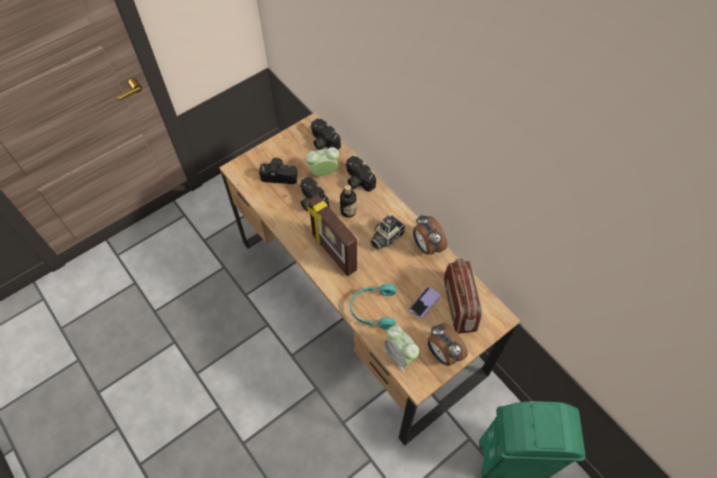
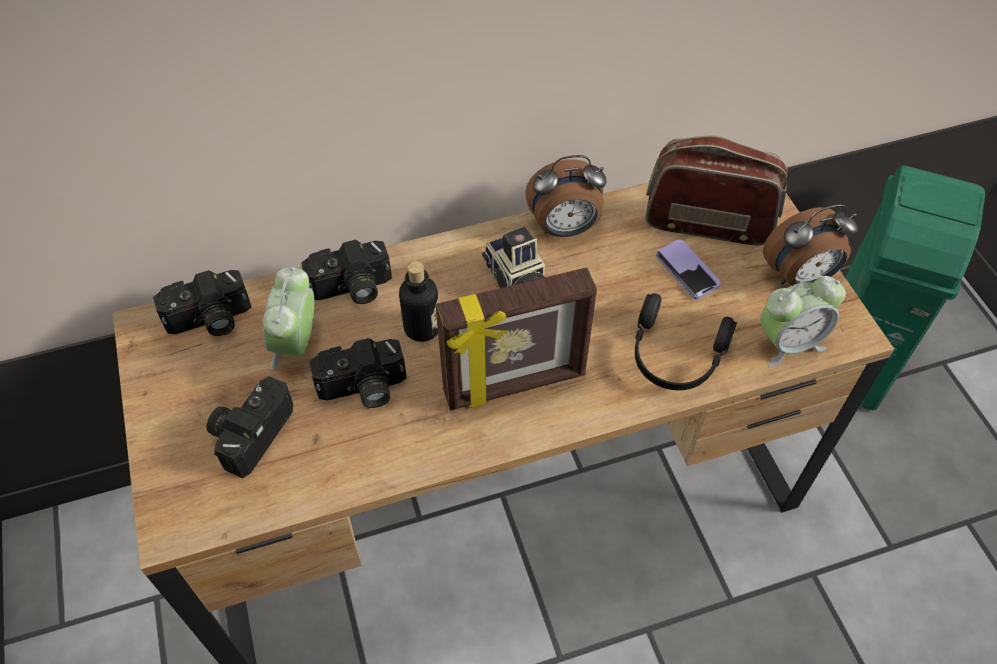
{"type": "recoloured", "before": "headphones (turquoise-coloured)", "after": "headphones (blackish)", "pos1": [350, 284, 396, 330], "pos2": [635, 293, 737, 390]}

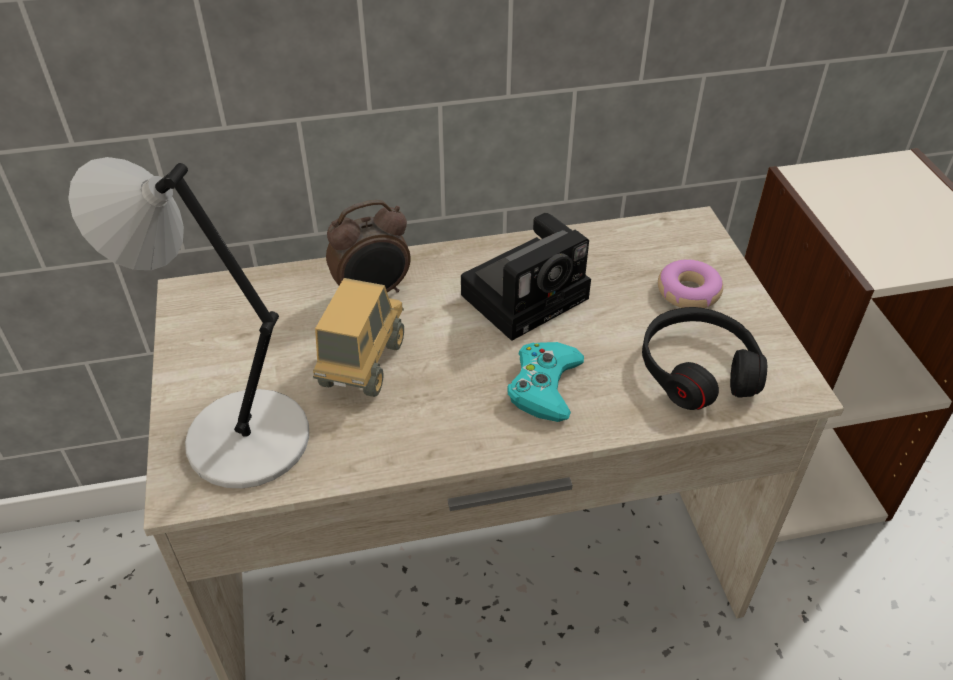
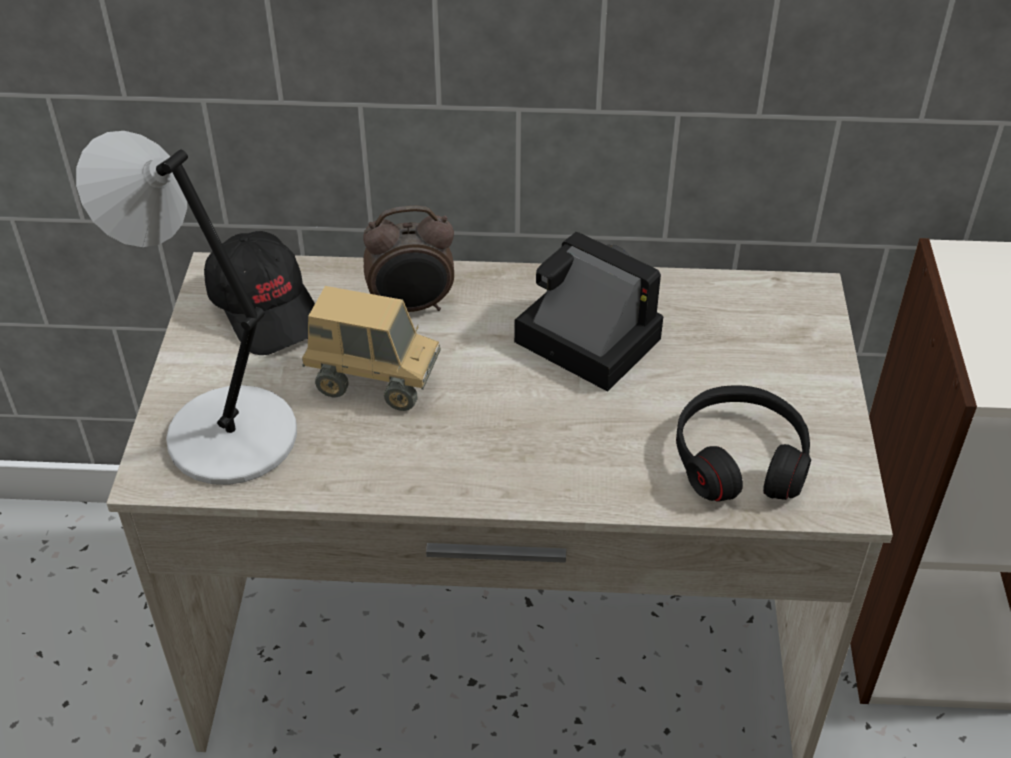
{"type": "added", "after": "cap (blackish)", "pos2": [204, 231, 315, 355]}
{"type": "turned", "before": "model truck", "pos1": [313, 278, 404, 397], "pos2": [302, 286, 441, 411], "turn": 75}
{"type": "turned", "before": "still camera", "pos1": [461, 213, 591, 341], "pos2": [514, 231, 663, 392], "turn": -120}
{"type": "removed", "before": "joypad (turquoise-coloured)", "pos1": [507, 342, 584, 422]}
{"type": "removed", "before": "ring doughnut", "pos1": [658, 259, 723, 308]}

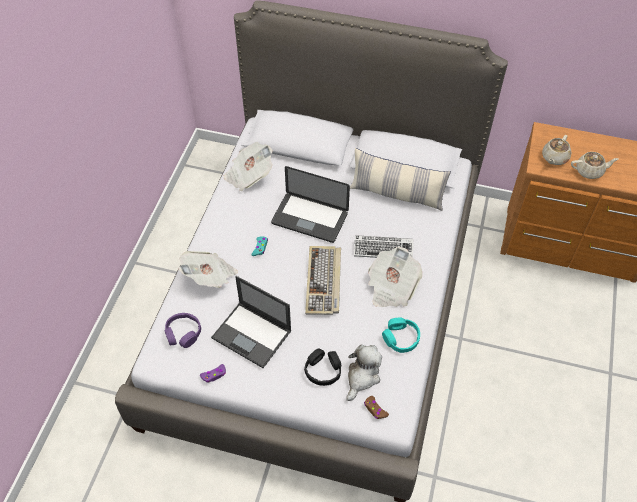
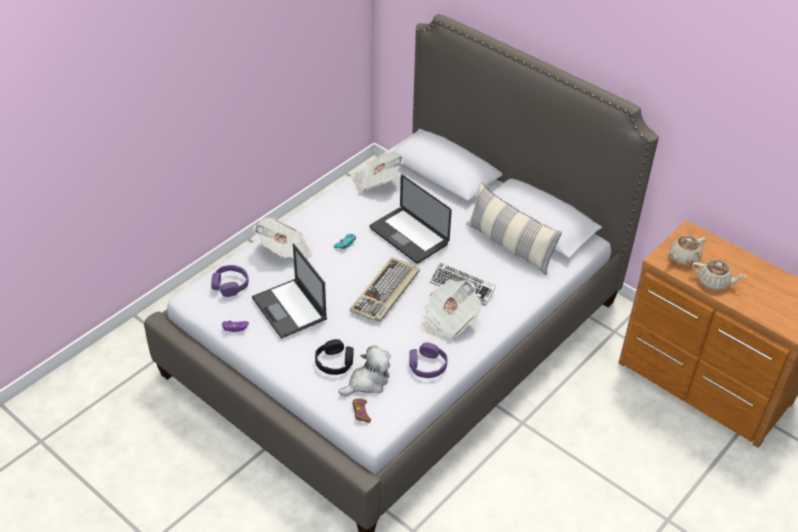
{"type": "recoloured", "before": "headphones (turquoise-coloured)", "after": "headphones (purple)", "pos1": [382, 318, 420, 353], "pos2": [409, 342, 447, 378]}

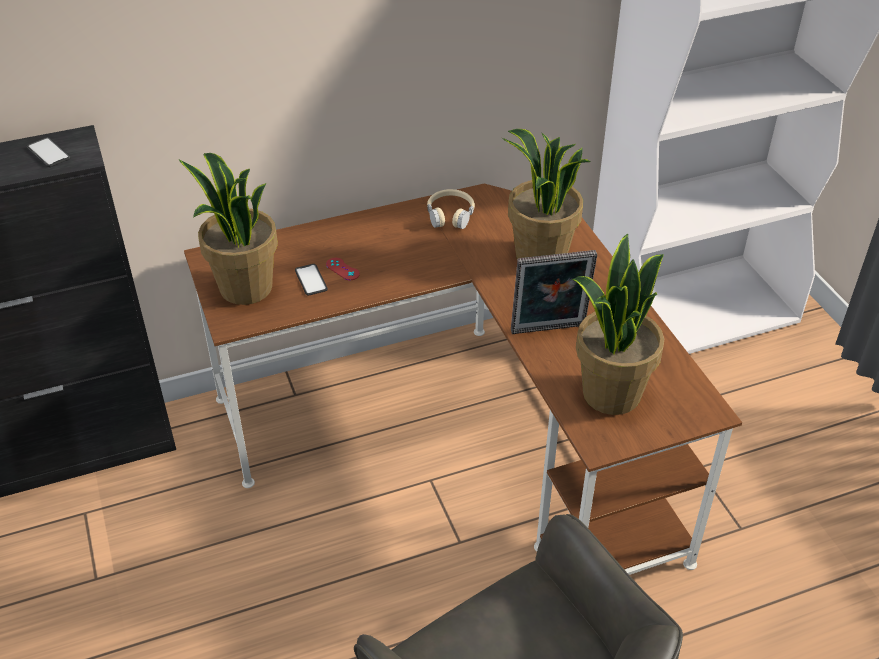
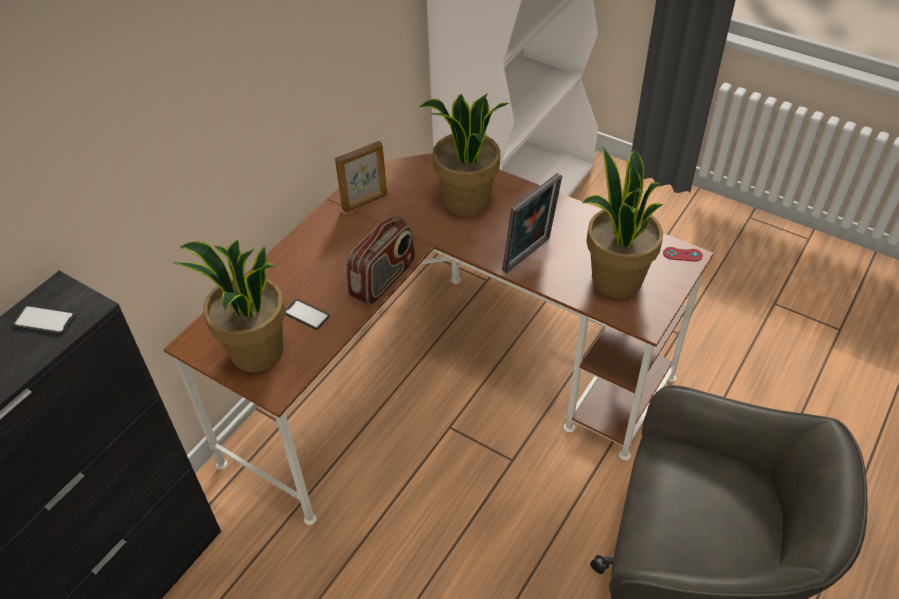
{"type": "replaced", "before": "headphones (sand-coloured)", "after": "picture frame", "pos1": [427, 189, 475, 229], "pos2": [335, 141, 387, 212]}
{"type": "added", "after": "radio set", "pos2": [346, 216, 416, 306]}
{"type": "moved", "before": "joypad (red-coloured)", "pos1": [326, 258, 360, 280], "pos2": [663, 247, 703, 262]}

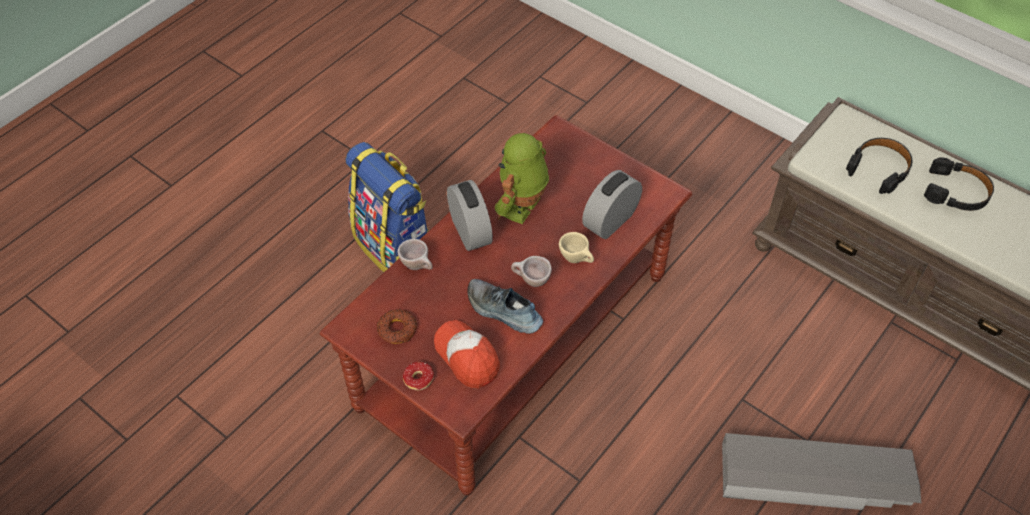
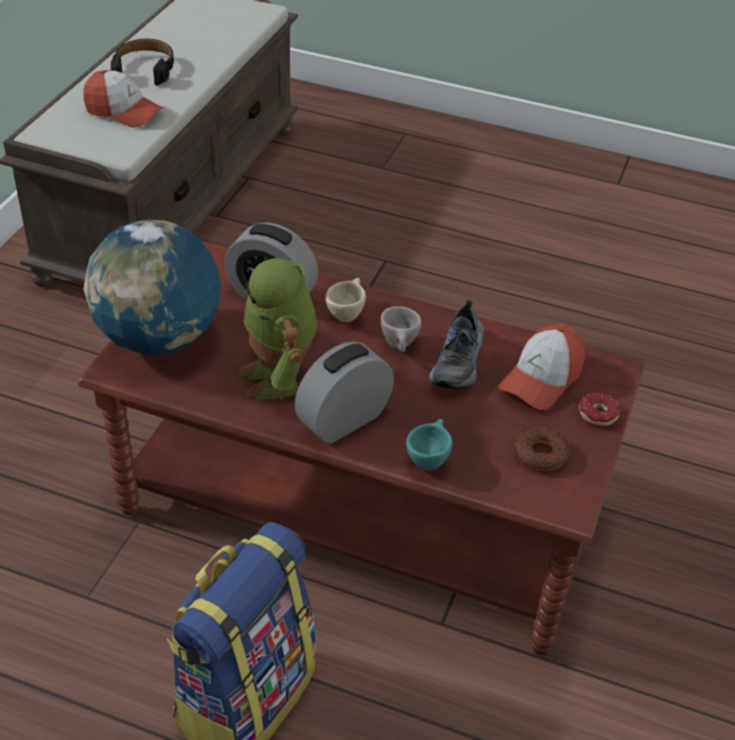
{"type": "replaced", "before": "headphones (blackish)", "after": "cap", "pos1": [846, 138, 912, 194], "pos2": [83, 70, 163, 127]}
{"type": "added", "after": "desk globe", "pos2": [83, 220, 221, 355]}
{"type": "turned", "before": "model robot", "pos1": [494, 133, 549, 224], "pos2": [238, 258, 317, 400], "turn": 60}
{"type": "recoloured", "before": "drinking cup (sand-coloured)", "after": "drinking cup (turquoise-coloured)", "pos1": [397, 239, 433, 270], "pos2": [406, 419, 452, 471]}
{"type": "removed", "before": "storage container (greyish)", "pos1": [722, 433, 921, 510]}

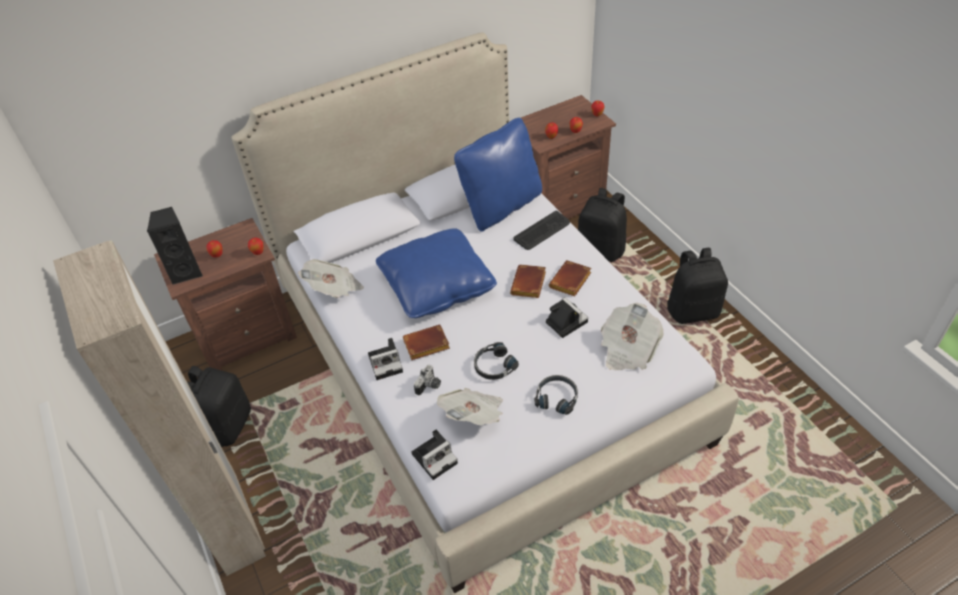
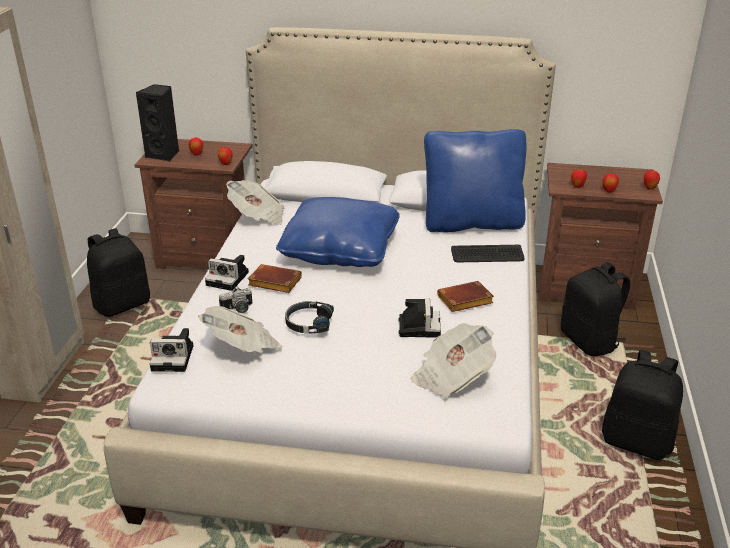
{"type": "removed", "before": "book (brown)", "pos1": [510, 265, 546, 298]}
{"type": "removed", "before": "headphones (blackish)", "pos1": [534, 375, 578, 415]}

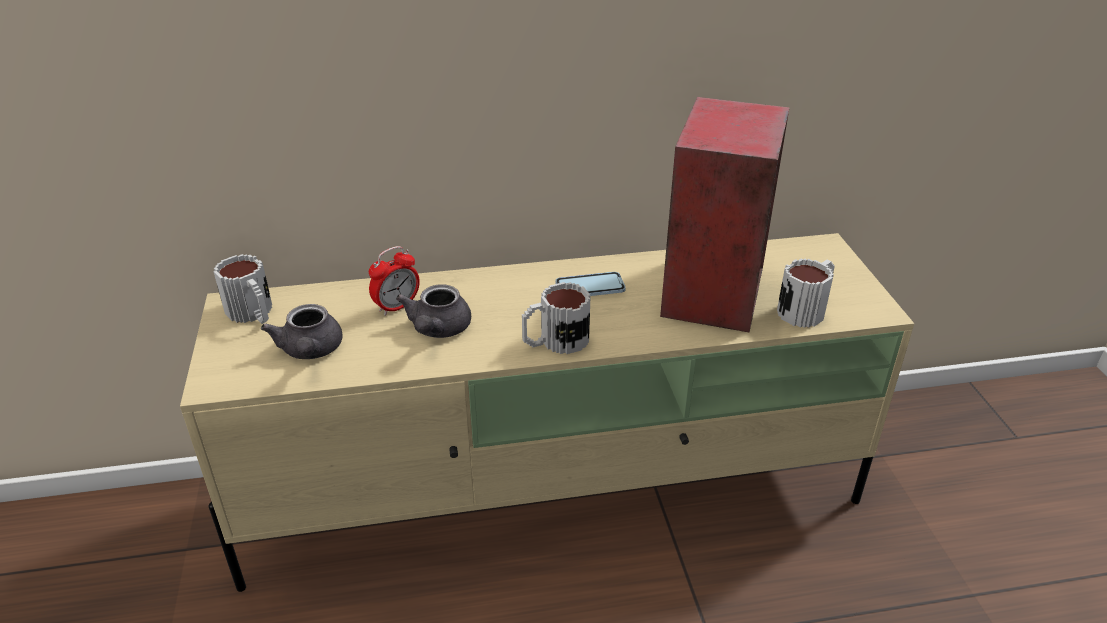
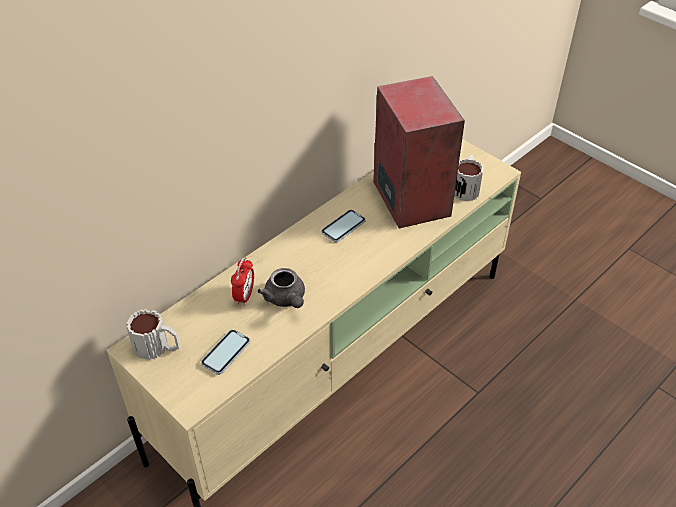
{"type": "replaced", "before": "teapot (greyish)", "after": "phone", "pos1": [261, 304, 342, 359], "pos2": [201, 330, 250, 375]}
{"type": "removed", "before": "mug", "pos1": [522, 282, 591, 354]}

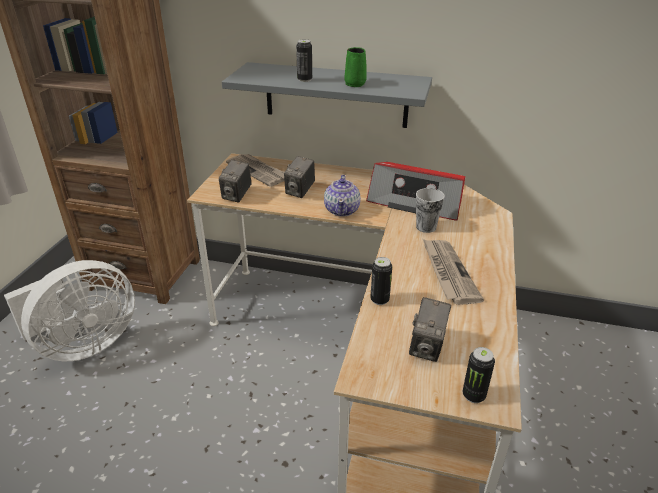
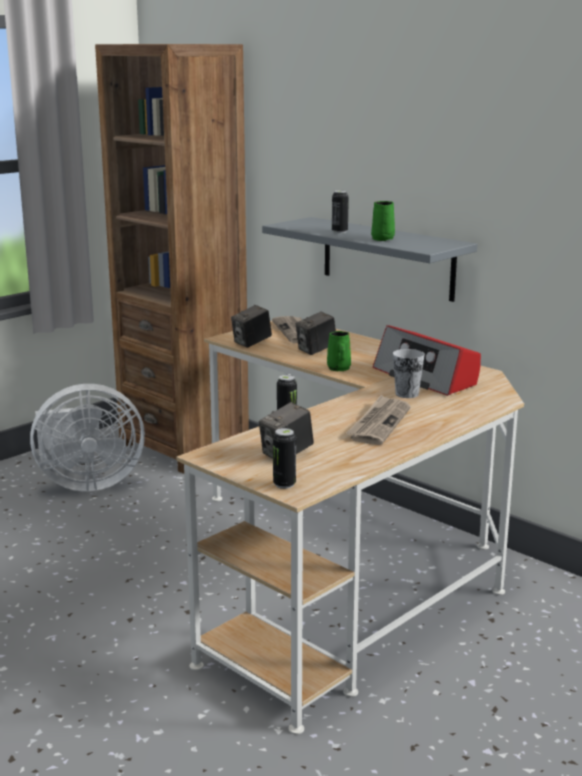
{"type": "replaced", "before": "teapot", "after": "mug (green-coloured)", "pos1": [324, 175, 361, 217], "pos2": [327, 331, 351, 371]}

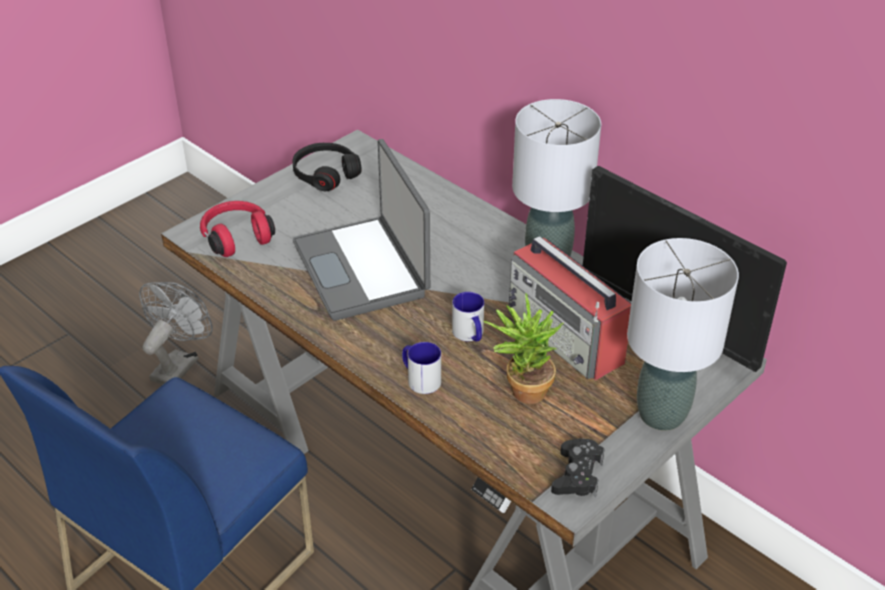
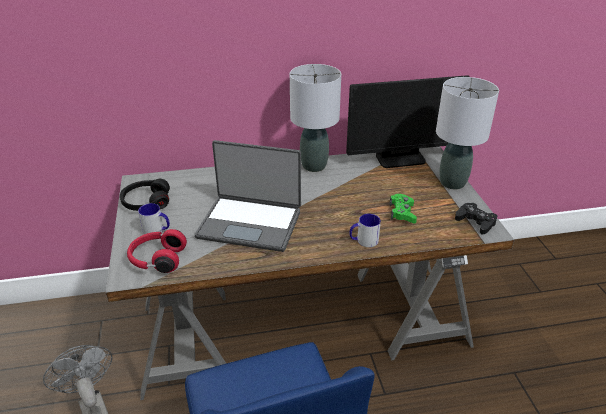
{"type": "moved", "before": "mug", "pos1": [452, 292, 484, 341], "pos2": [138, 203, 170, 234]}
{"type": "replaced", "before": "houseplant", "after": "joypad (green-coloured)", "pos1": [483, 293, 565, 404], "pos2": [390, 194, 417, 223]}
{"type": "removed", "before": "radio set", "pos1": [508, 236, 631, 381]}

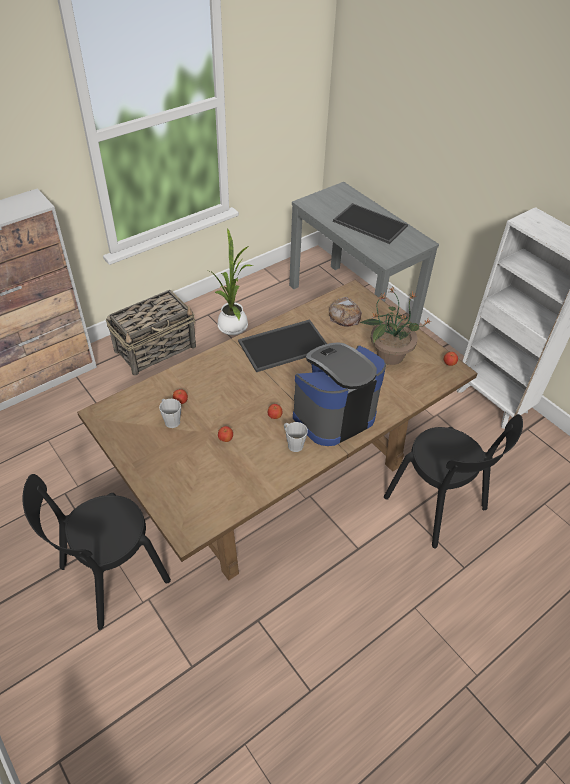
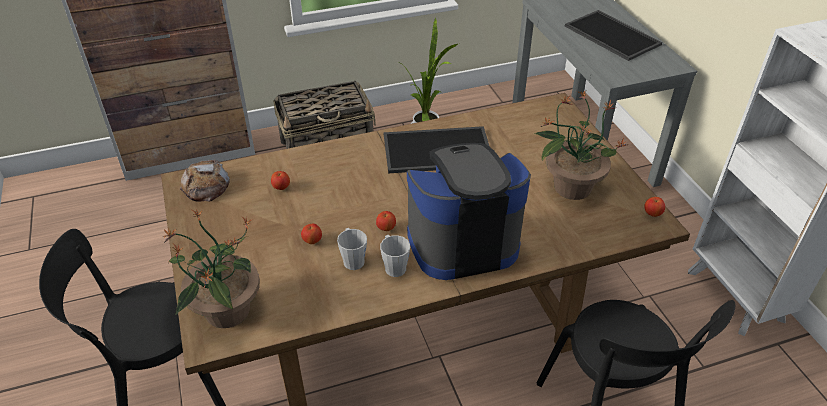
{"type": "added", "after": "houseplant", "pos2": [164, 209, 260, 328]}
{"type": "moved", "before": "bakery bread", "pos1": [329, 297, 362, 327], "pos2": [180, 160, 230, 202]}
{"type": "moved", "before": "mug (greyish)", "pos1": [159, 399, 181, 428], "pos2": [337, 228, 367, 270]}

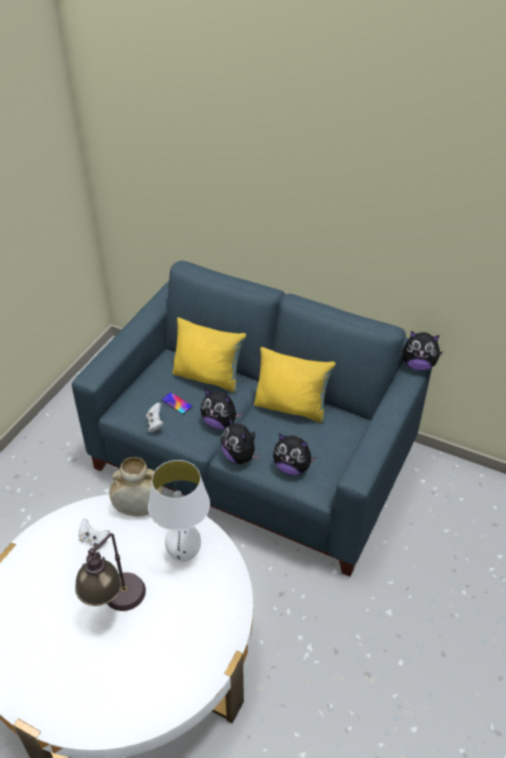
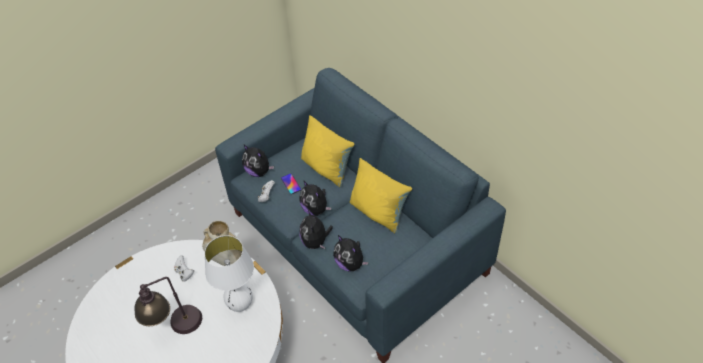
{"type": "moved", "before": "soft toy", "pos1": [402, 331, 443, 371], "pos2": [242, 145, 274, 177]}

